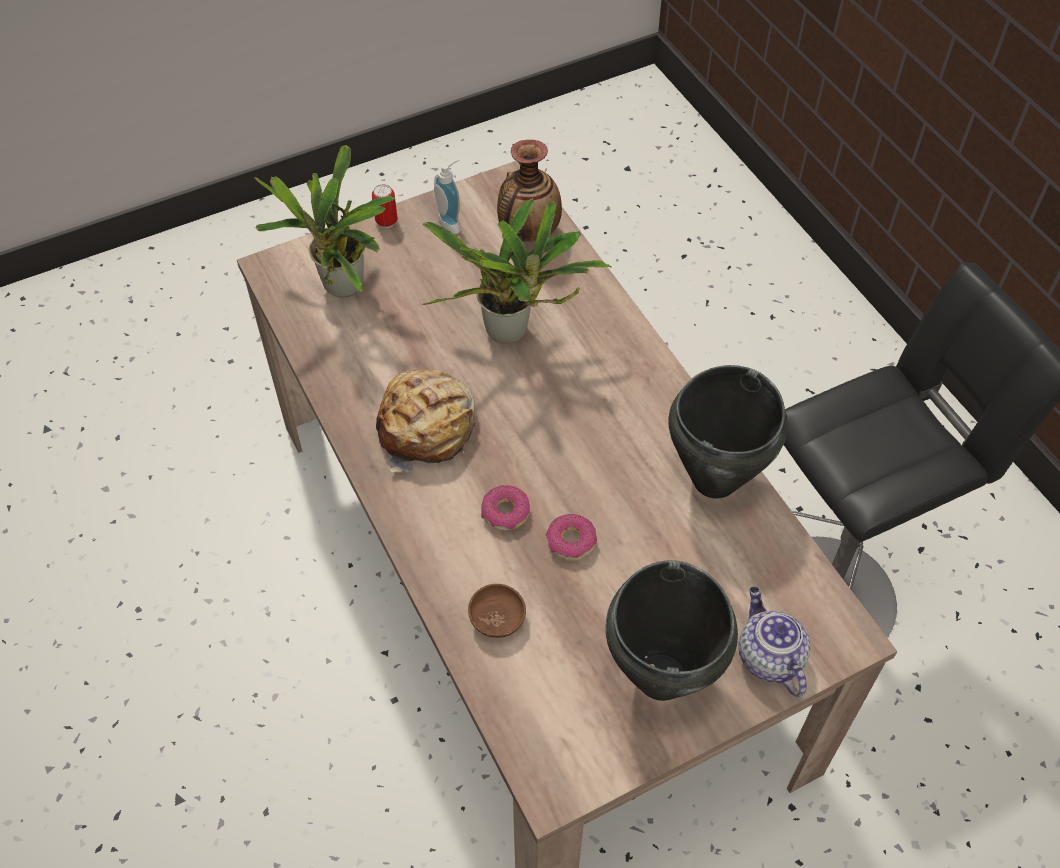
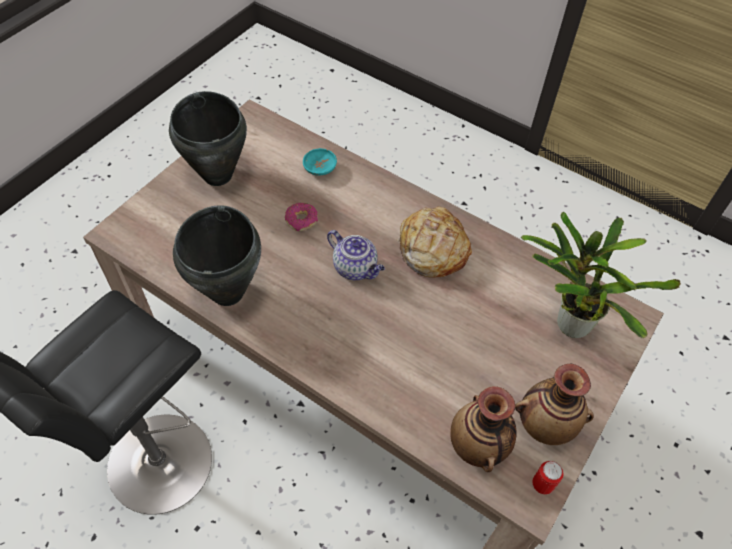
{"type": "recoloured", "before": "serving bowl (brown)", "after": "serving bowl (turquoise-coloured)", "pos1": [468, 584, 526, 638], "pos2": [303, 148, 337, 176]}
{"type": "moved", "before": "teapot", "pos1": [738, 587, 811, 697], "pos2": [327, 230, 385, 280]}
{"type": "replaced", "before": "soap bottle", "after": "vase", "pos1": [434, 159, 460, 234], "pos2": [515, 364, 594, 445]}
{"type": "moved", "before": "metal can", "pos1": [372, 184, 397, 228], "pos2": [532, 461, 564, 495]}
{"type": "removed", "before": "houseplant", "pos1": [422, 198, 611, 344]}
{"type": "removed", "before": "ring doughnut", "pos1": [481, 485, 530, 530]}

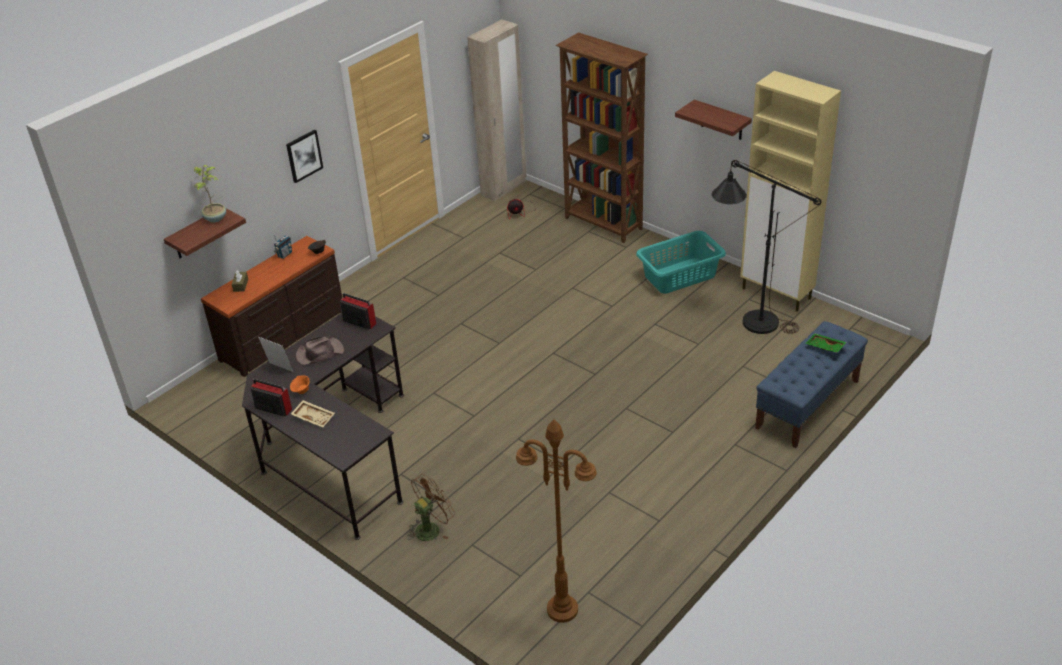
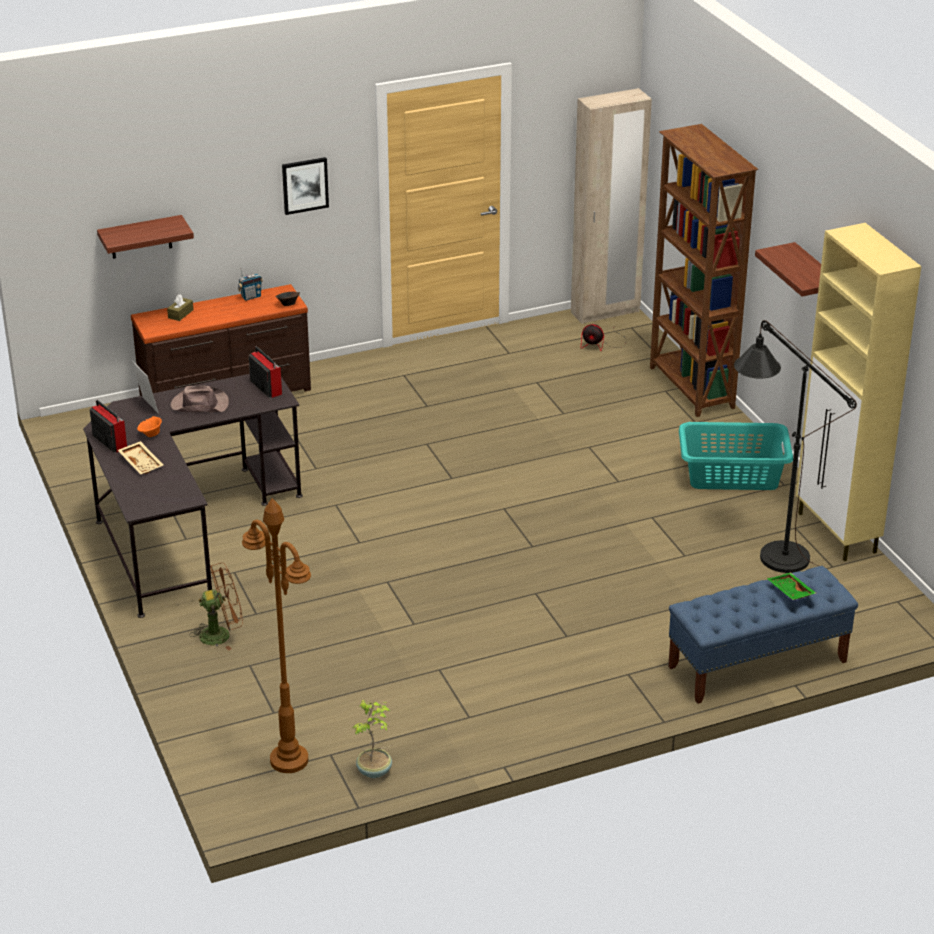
{"type": "moved", "before": "houseplant", "pos1": [194, 165, 226, 222], "pos2": [353, 700, 392, 778]}

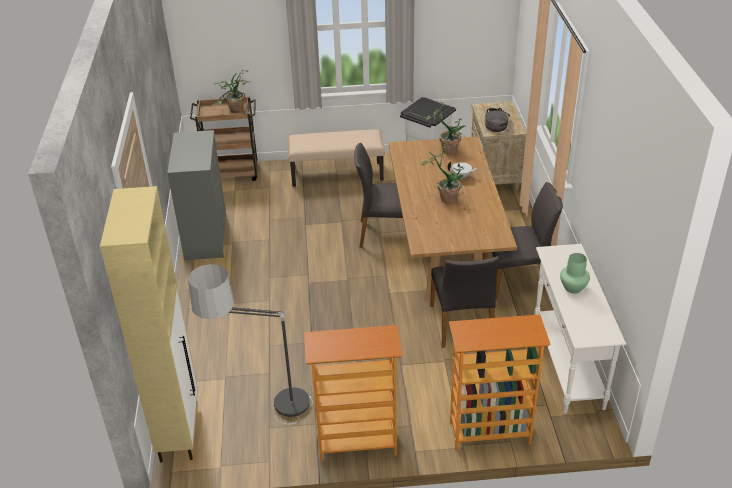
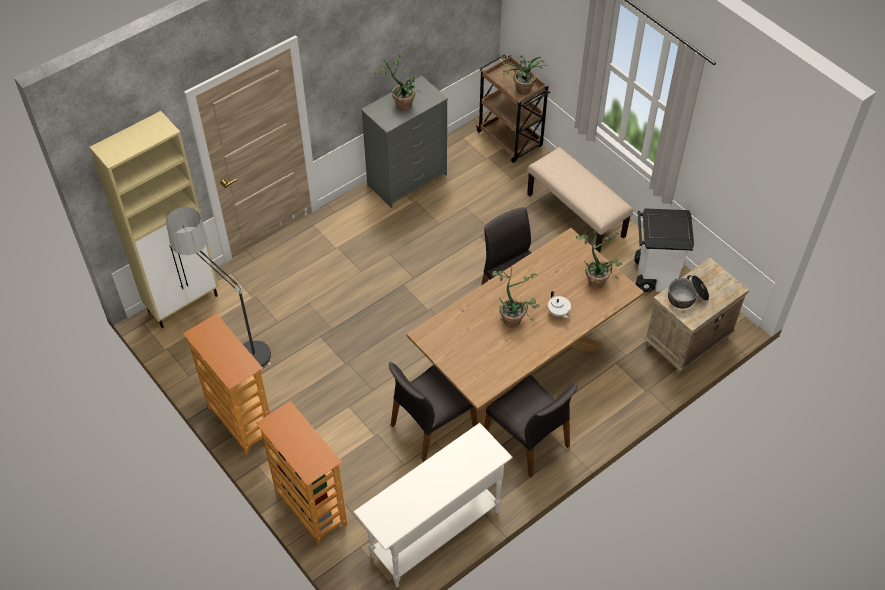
{"type": "added", "after": "houseplant", "pos2": [374, 53, 420, 111]}
{"type": "removed", "before": "vase (green-coloured)", "pos1": [560, 253, 590, 293]}

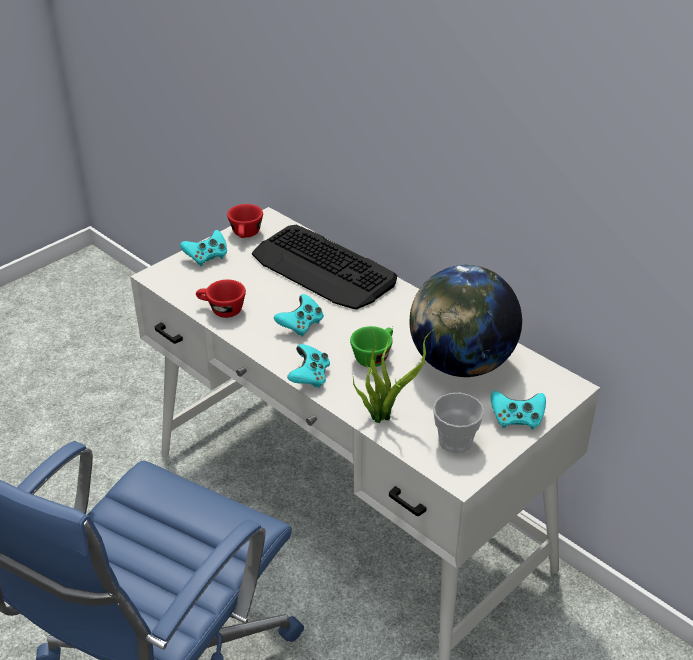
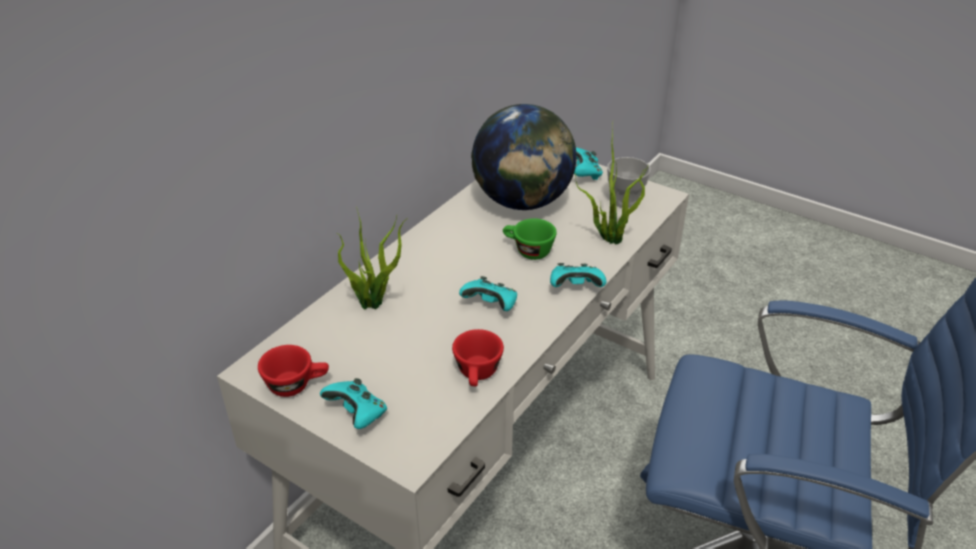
{"type": "replaced", "before": "computer keyboard", "after": "houseplant", "pos1": [252, 225, 397, 310], "pos2": [337, 210, 408, 310]}

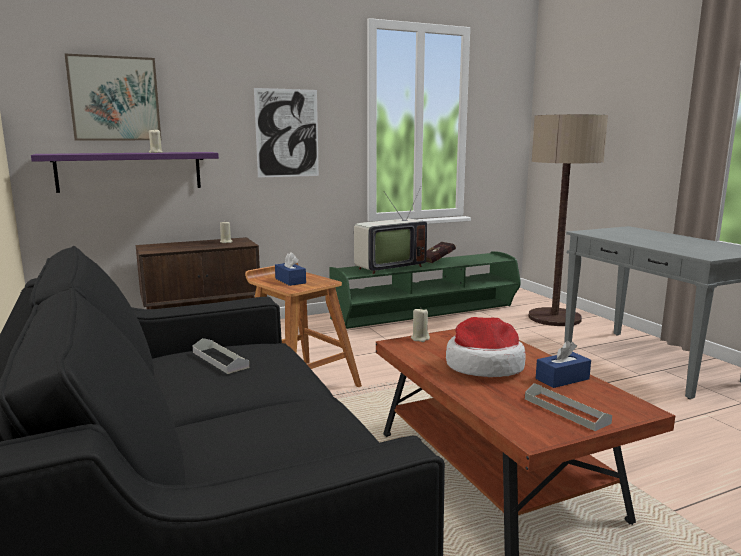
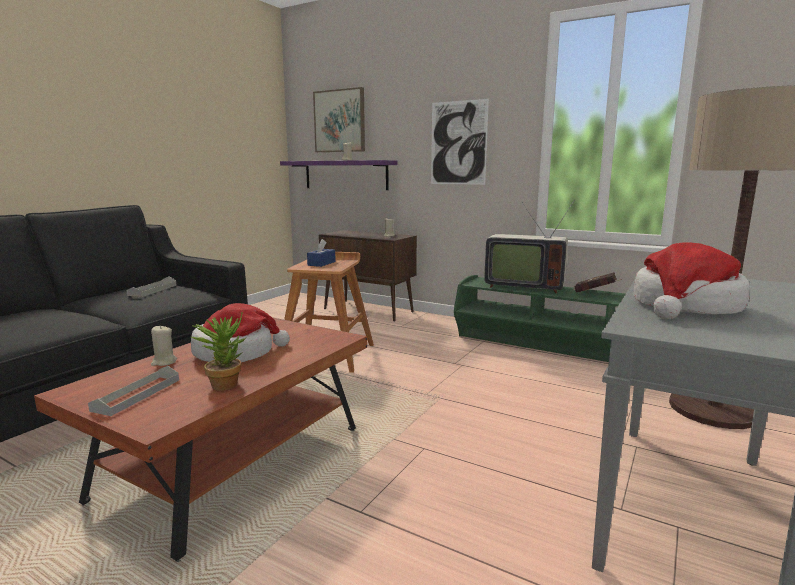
{"type": "moved", "before": "wax light (sand-coloured)", "pos1": [411, 309, 430, 342], "pos2": [151, 325, 177, 366]}
{"type": "replaced", "before": "tissue box (blue)", "after": "houseplant", "pos1": [536, 341, 591, 388], "pos2": [191, 313, 246, 391]}
{"type": "added", "after": "clothing hat", "pos2": [634, 242, 750, 319]}

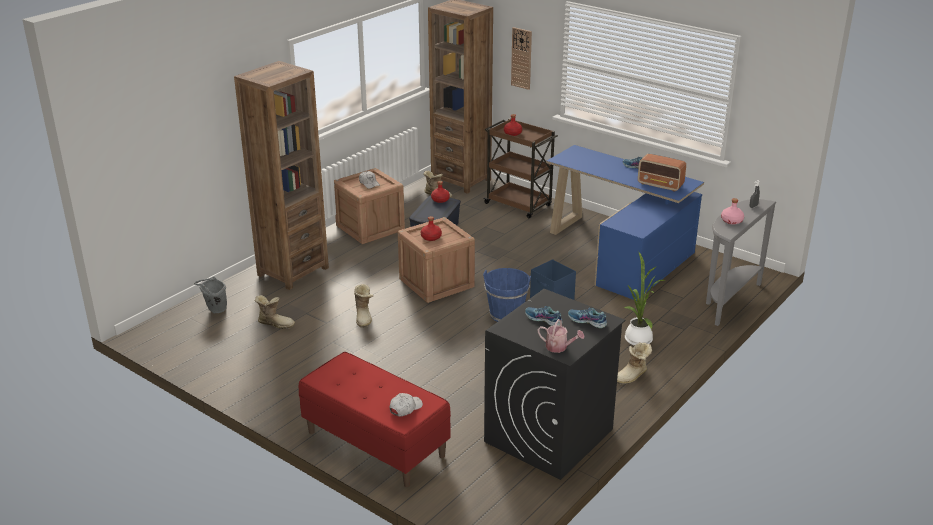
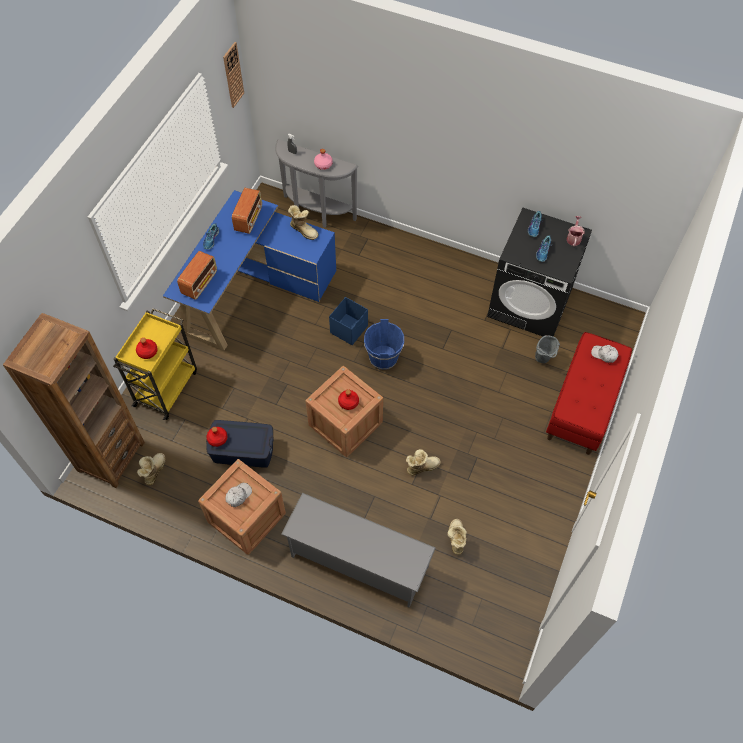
{"type": "recoloured", "before": "wheeled cart (brown)", "after": "wheeled cart (yellow-coloured)", "pos1": [484, 118, 558, 218], "pos2": [113, 308, 197, 420]}
{"type": "added", "after": "radio set", "pos2": [177, 251, 217, 300]}
{"type": "moved", "before": "wall clock", "pos1": [511, 27, 532, 90], "pos2": [223, 42, 244, 108]}
{"type": "replaced", "before": "shelving unit (brown)", "after": "shoe rack (greyish)", "pos1": [234, 61, 329, 290], "pos2": [281, 493, 436, 608]}
{"type": "moved", "before": "tall boot", "pos1": [617, 342, 652, 385], "pos2": [288, 205, 318, 240]}
{"type": "moved", "before": "bucket (greyish)", "pos1": [194, 276, 227, 313], "pos2": [535, 335, 560, 363]}
{"type": "removed", "before": "houseplant", "pos1": [624, 251, 667, 346]}

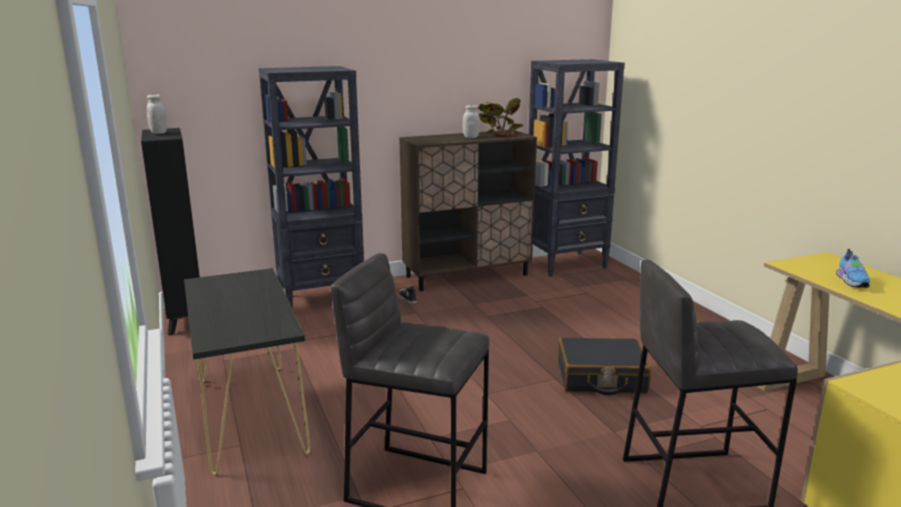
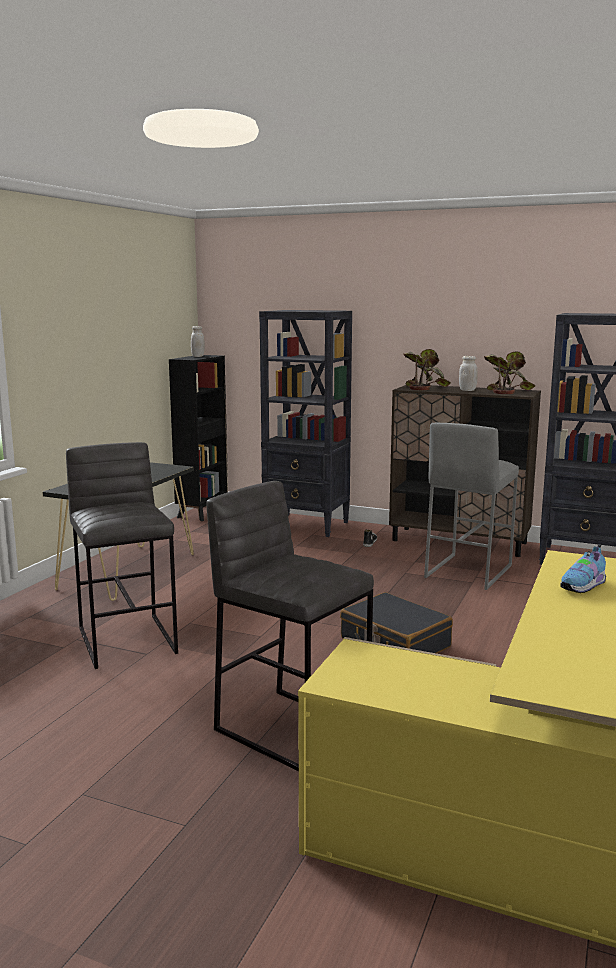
{"type": "added", "after": "houseplant", "pos2": [403, 349, 451, 390]}
{"type": "added", "after": "stool seat (greyish)", "pos2": [424, 423, 519, 590]}

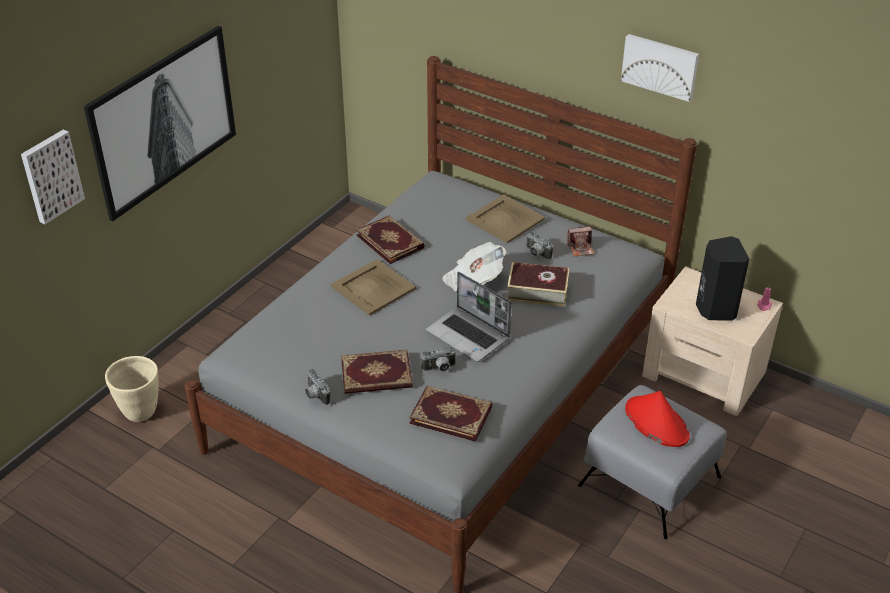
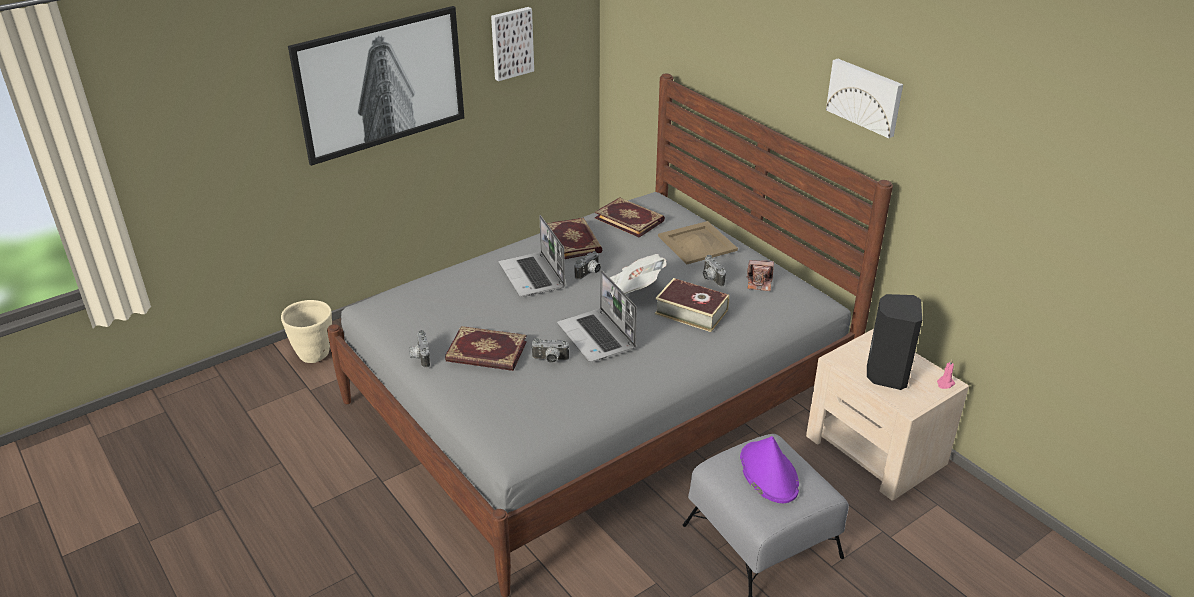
{"type": "moved", "before": "wall picture", "pos1": [21, 129, 85, 224], "pos2": [491, 7, 534, 81]}
{"type": "replaced", "before": "serving tray (sand-coloured)", "after": "portable computer", "pos1": [331, 259, 416, 316], "pos2": [499, 215, 565, 297]}
{"type": "added", "after": "still camera", "pos2": [574, 251, 601, 280]}
{"type": "moved", "before": "book", "pos1": [409, 386, 492, 442], "pos2": [594, 197, 665, 237]}
{"type": "recoloured", "before": "clothing hat (red-coloured)", "after": "clothing hat (purple)", "pos1": [625, 391, 690, 447], "pos2": [740, 436, 799, 503]}

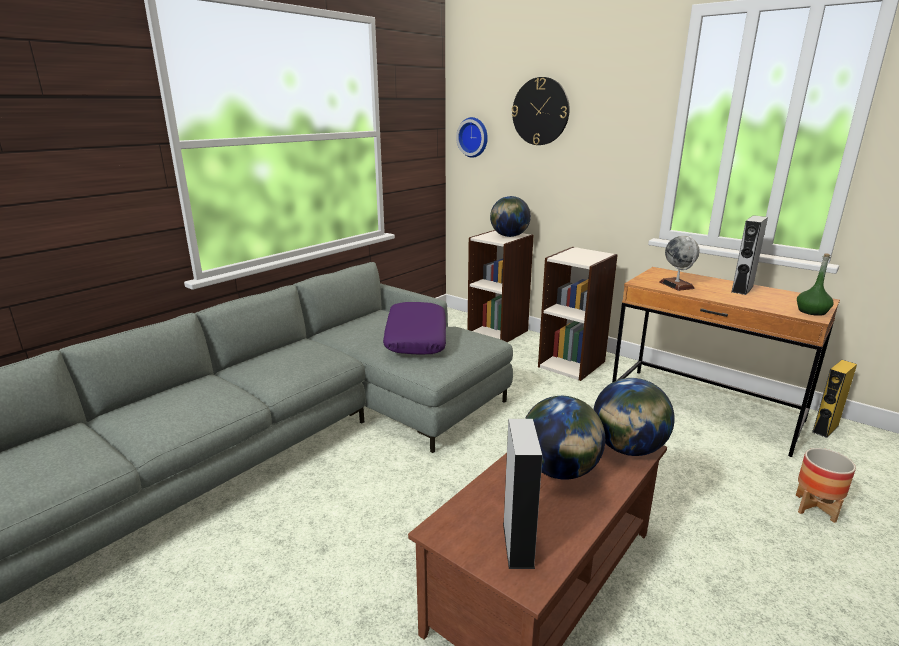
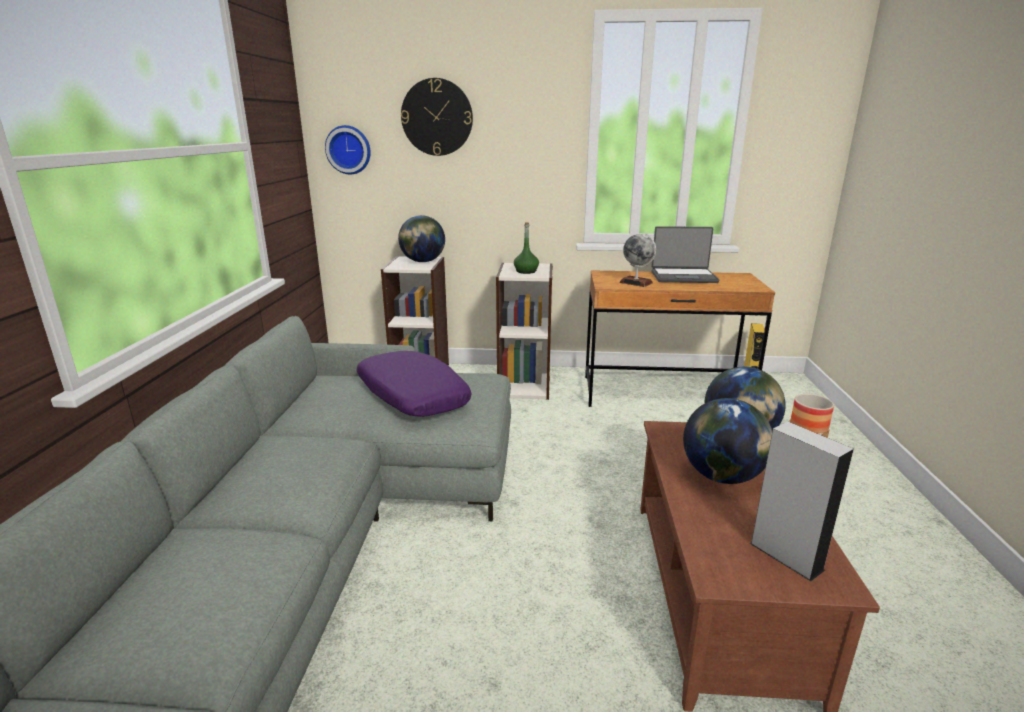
{"type": "moved", "before": "bottle (green-coloured)", "pos1": [797, 253, 834, 316], "pos2": [514, 222, 539, 274]}
{"type": "replaced", "before": "audio speaker (greyish)", "after": "portable computer", "pos1": [732, 215, 768, 295], "pos2": [651, 226, 719, 283]}

